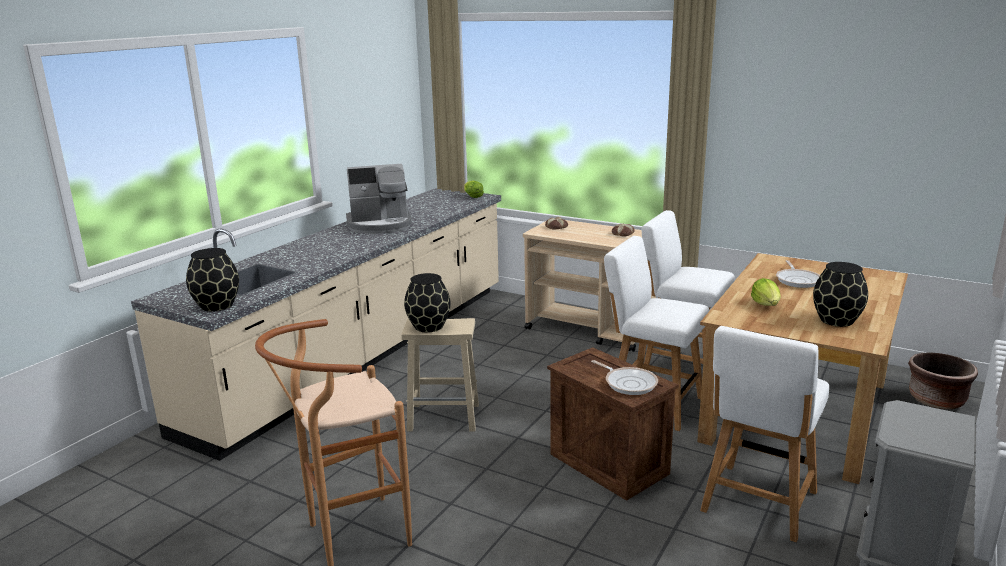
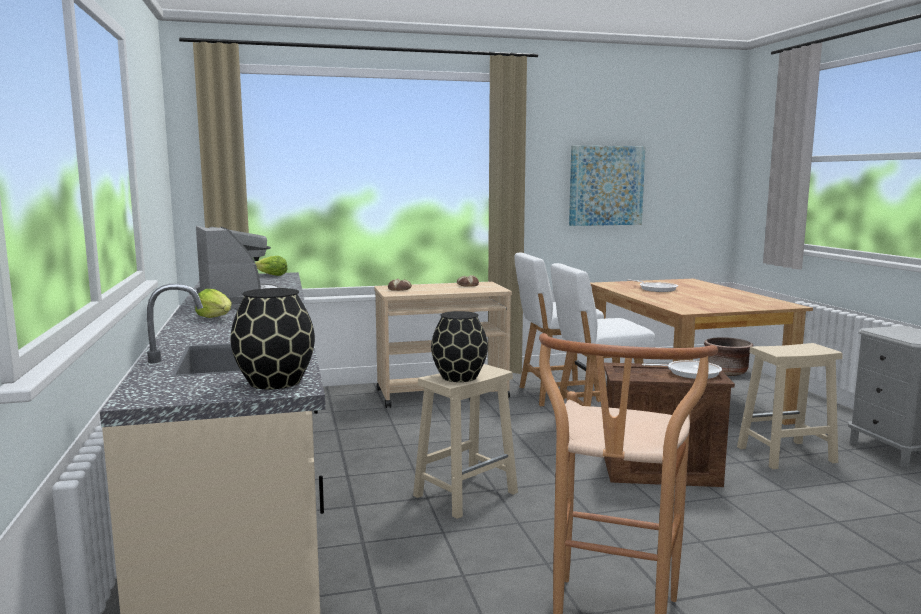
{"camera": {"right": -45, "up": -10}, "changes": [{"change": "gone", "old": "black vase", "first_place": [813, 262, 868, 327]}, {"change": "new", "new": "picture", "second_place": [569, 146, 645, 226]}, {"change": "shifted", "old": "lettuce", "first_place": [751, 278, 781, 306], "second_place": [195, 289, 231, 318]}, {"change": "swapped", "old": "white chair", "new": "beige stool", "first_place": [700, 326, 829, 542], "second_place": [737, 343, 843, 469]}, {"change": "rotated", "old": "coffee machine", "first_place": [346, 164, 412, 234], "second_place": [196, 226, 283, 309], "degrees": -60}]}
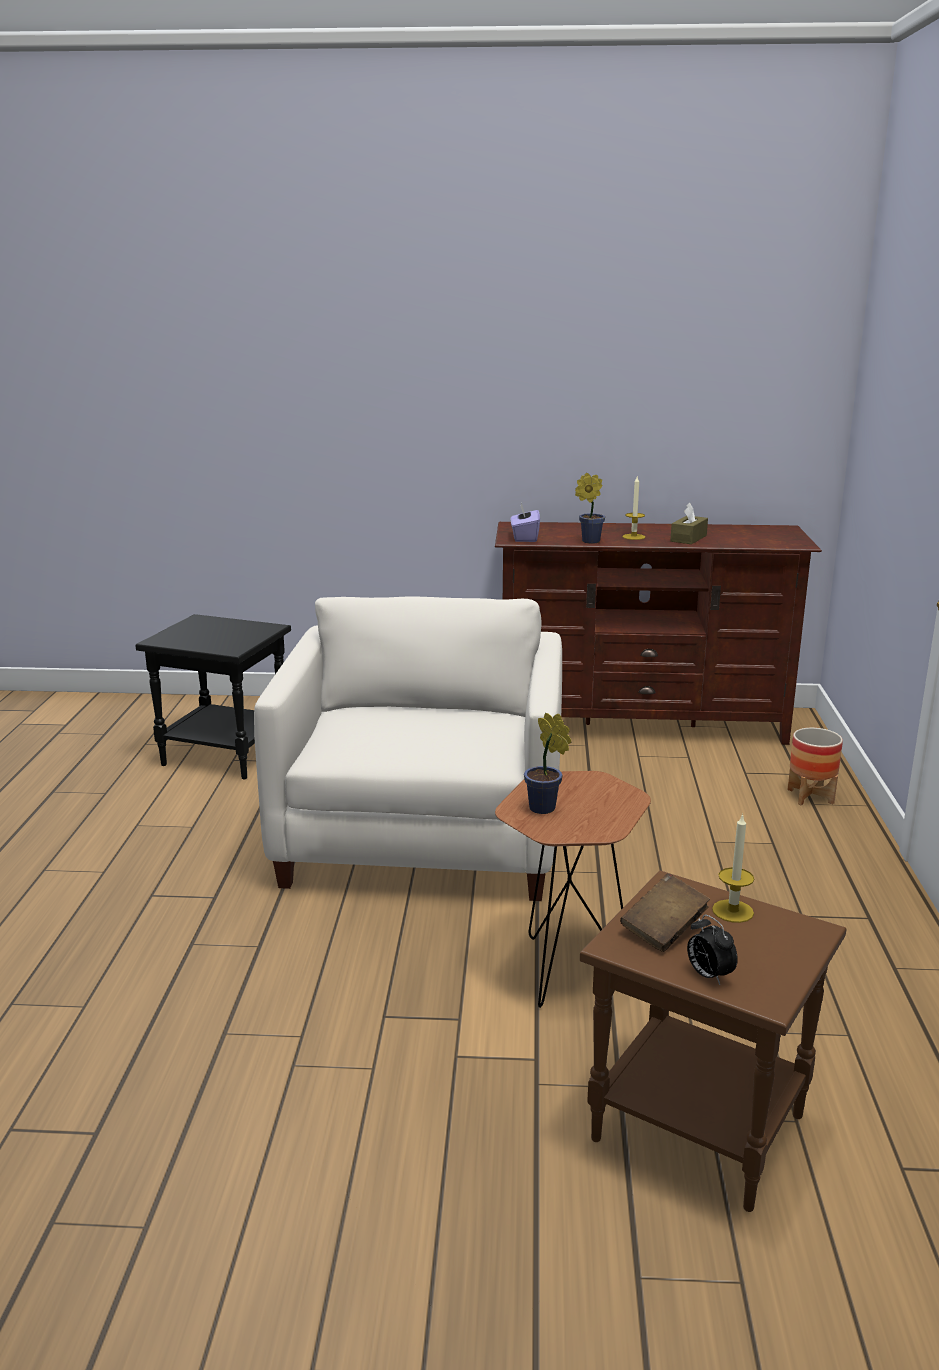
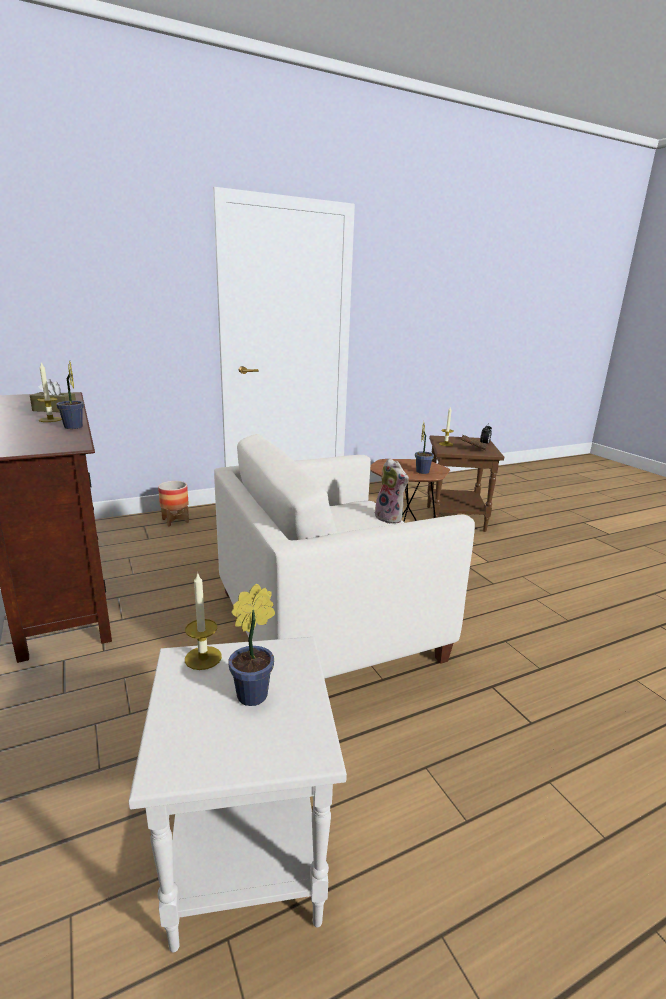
{"camera": {"right": -120, "up": 0}, "changes": [{"change": "gone", "old": "purple tissue box", "first_place": [511, 502, 540, 542]}, {"change": "new", "new": "candle", "second_place": [185, 572, 222, 670]}, {"change": "new", "new": "potted plant", "second_place": [228, 584, 275, 706]}, {"change": "new", "new": "plush toy", "second_place": [375, 458, 409, 524]}, {"change": "repainted", "old": "black side table", "new": "white side table", "first_place": [135, 614, 291, 779], "second_place": [128, 637, 347, 953]}]}
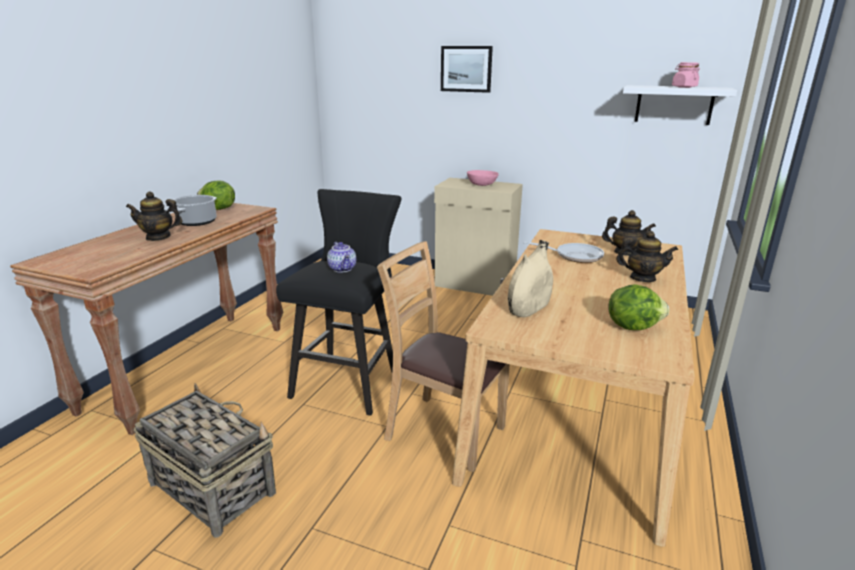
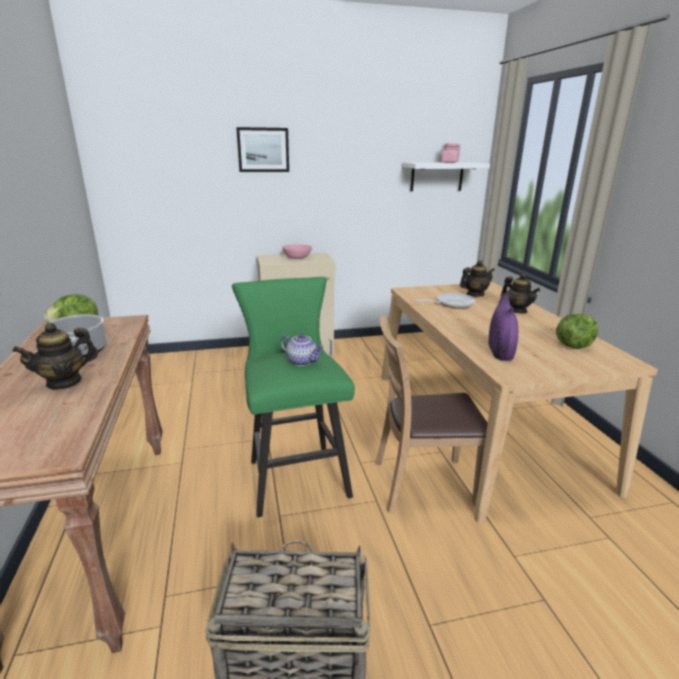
{"camera": {"right": -35, "up": 0}, "changes": [{"change": "repainted", "old": "black stool", "new": "green stool", "first_place": [276, 189, 401, 416], "second_place": [232, 277, 355, 517]}, {"change": "repainted", "old": "beige vase", "new": "purple vase", "first_place": [508, 240, 553, 317], "second_place": [488, 293, 518, 361]}, {"change": "rotated", "old": "teapot", "first_place": [616, 231, 678, 282], "second_place": [502, 273, 540, 313], "degrees": 75}]}
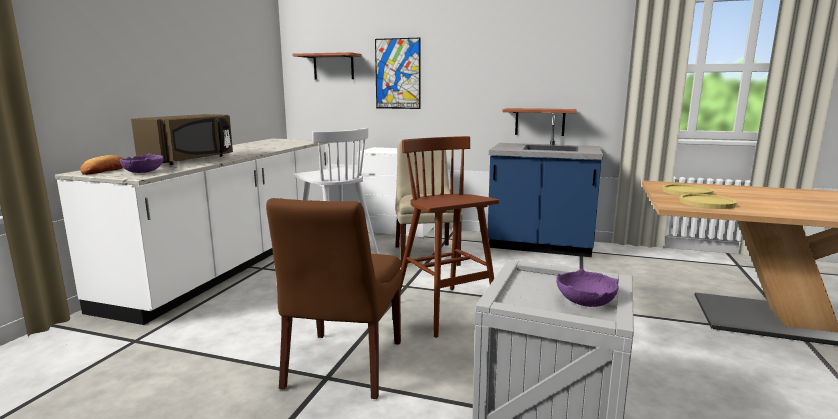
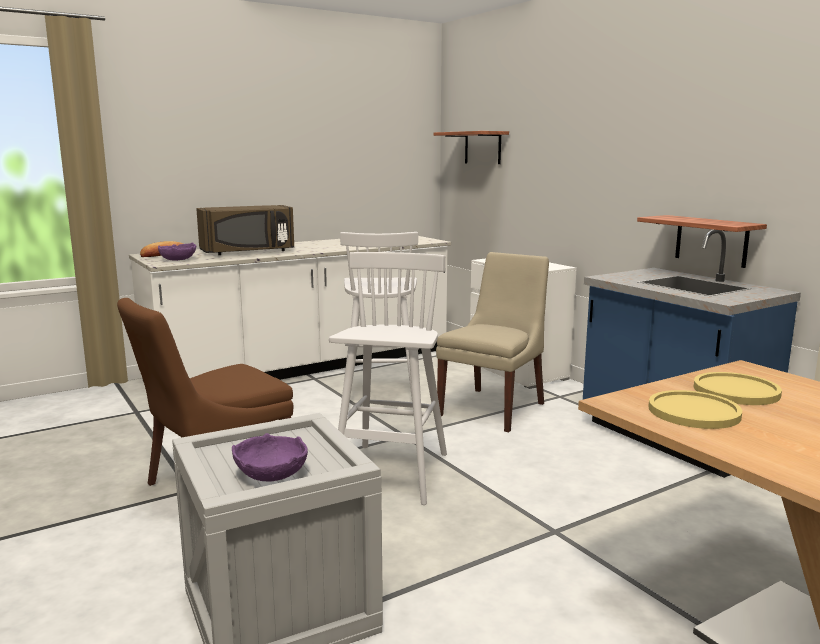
{"camera": {"right": 40, "up": 0}, "changes": [{"change": "gone", "old": "picture", "first_place": [375, 38, 421, 109]}, {"change": "repainted", "old": "brown stool", "new": "white stool", "first_place": [400, 136, 499, 338], "second_place": [329, 252, 447, 505]}]}
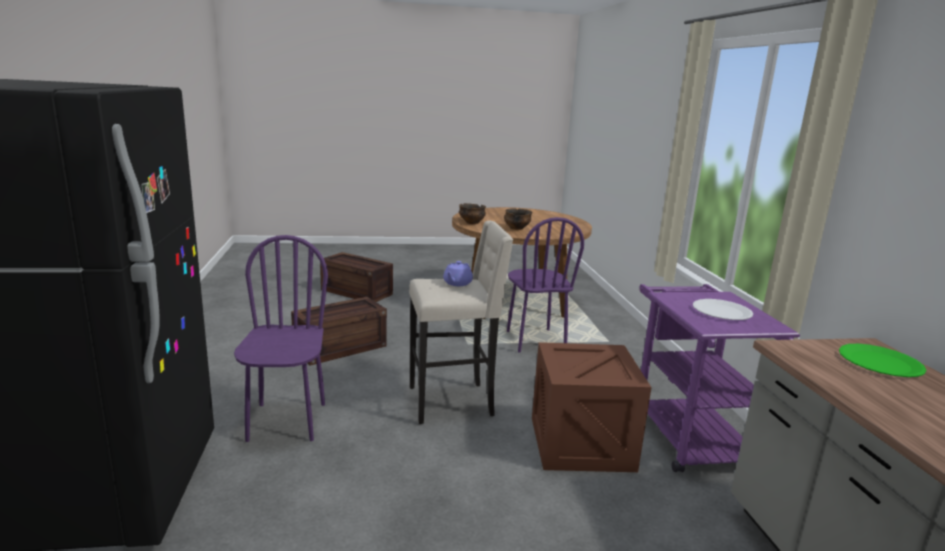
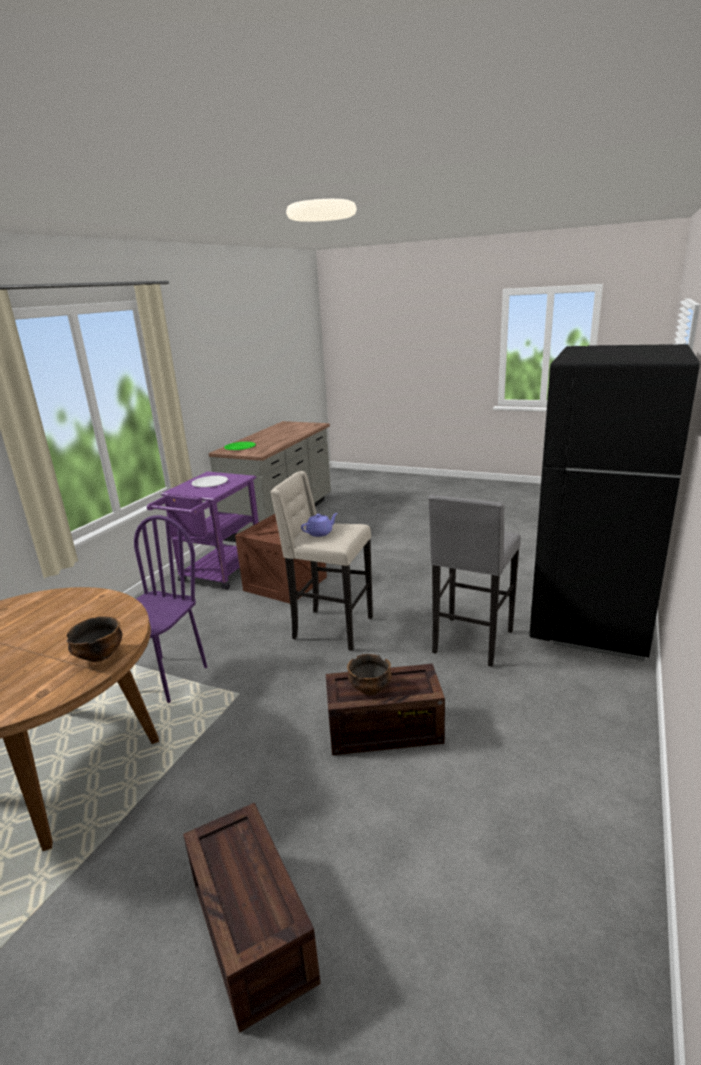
{"camera": {"right": -145, "up": 5}, "changes": [{"change": "shifted", "old": "bowl", "first_place": [504, 208, 532, 230], "second_place": [347, 654, 392, 695]}, {"change": "swapped", "old": "purple chair", "new": "grey stool", "first_place": [234, 235, 328, 442], "second_place": [428, 495, 521, 667]}]}
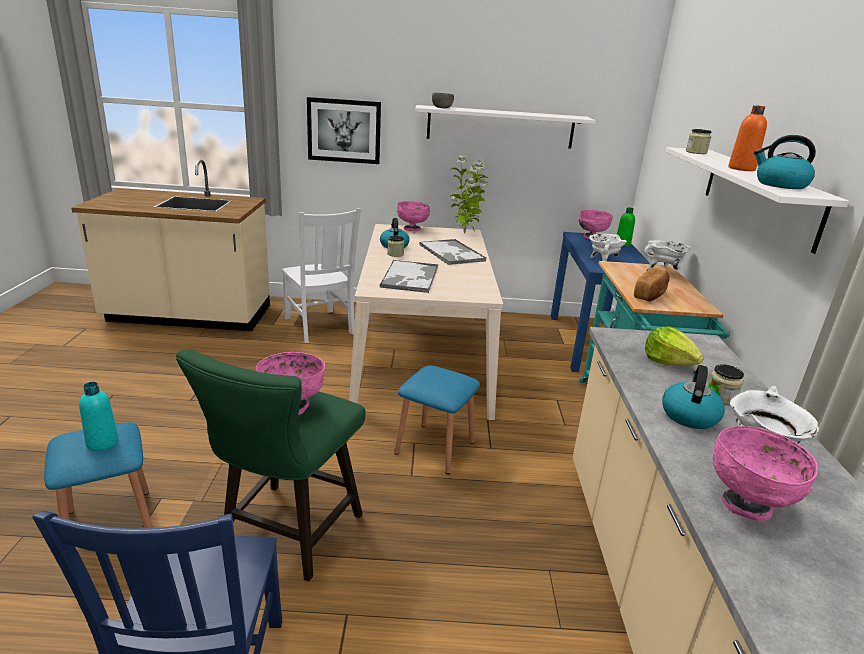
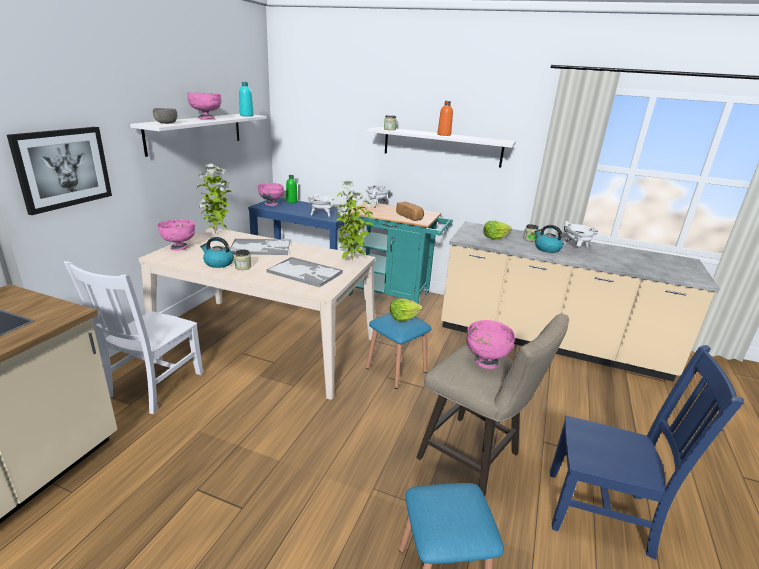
{"camera": {"right": -70, "up": 0}, "changes": [{"change": "gone", "old": "kettle", "first_place": [754, 135, 816, 189]}, {"change": "new", "new": "potted plant", "second_place": [335, 180, 374, 261]}, {"change": "new", "new": "lettuce", "second_place": [390, 299, 423, 322]}, {"change": "shifted", "old": "turquoise bottle", "first_place": [79, 382, 119, 451], "second_place": [239, 82, 254, 117]}, {"change": "shifted", "old": "pink bowl", "first_place": [713, 426, 818, 521], "second_place": [187, 92, 221, 119]}, {"change": "repainted", "old": "green stool", "new": "beige stool", "first_place": [176, 349, 365, 581], "second_place": [416, 314, 569, 496]}, {"change": "rotated", "old": "white chair", "first_place": [282, 208, 361, 343], "second_place": [64, 261, 203, 414], "degrees": 120}]}
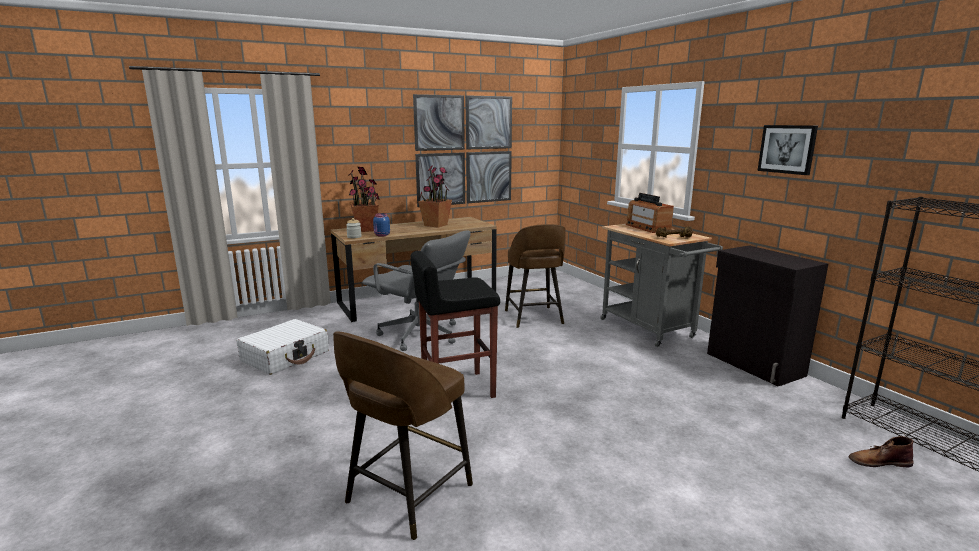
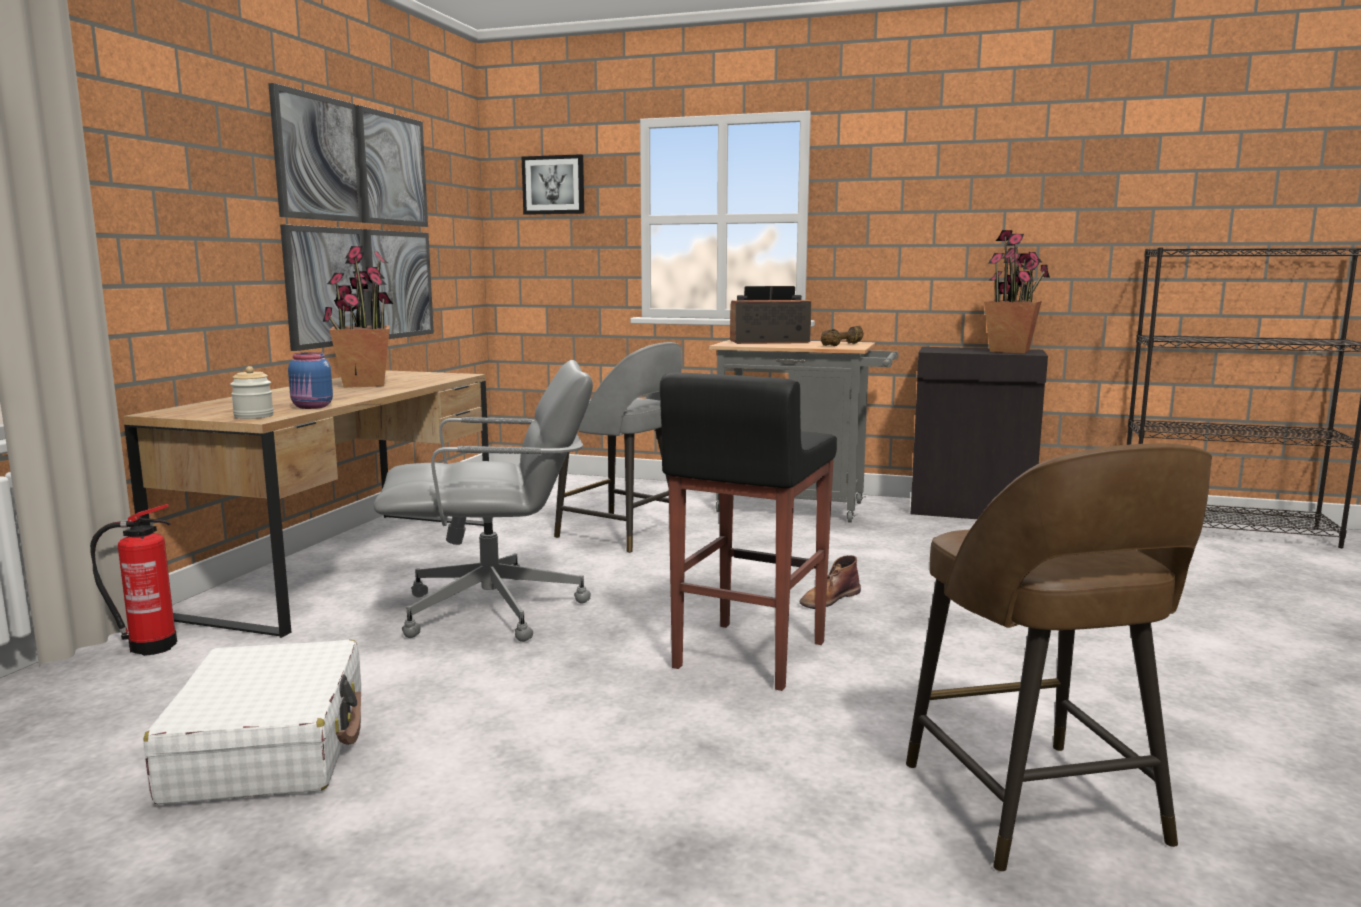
{"camera": {"right": -45, "up": -5}, "changes": [{"change": "new", "new": "fire extinguisher", "second_place": [90, 504, 177, 656]}, {"change": "shifted", "old": "potted plant", "first_place": [349, 167, 380, 232], "second_place": [984, 230, 1050, 353]}, {"change": "shifted", "old": "picture", "first_place": [757, 125, 818, 175], "second_place": [522, 154, 584, 215]}, {"change": "shifted", "old": "brown boot", "first_place": [849, 436, 914, 467], "second_place": [800, 555, 861, 609]}, {"change": "repainted", "old": "brown stool", "new": "grey stool", "first_place": [505, 224, 566, 328], "second_place": [554, 342, 682, 553]}, {"change": "rotated", "old": "radio", "first_place": [626, 193, 674, 233], "second_place": [730, 286, 812, 344], "degrees": 150}]}
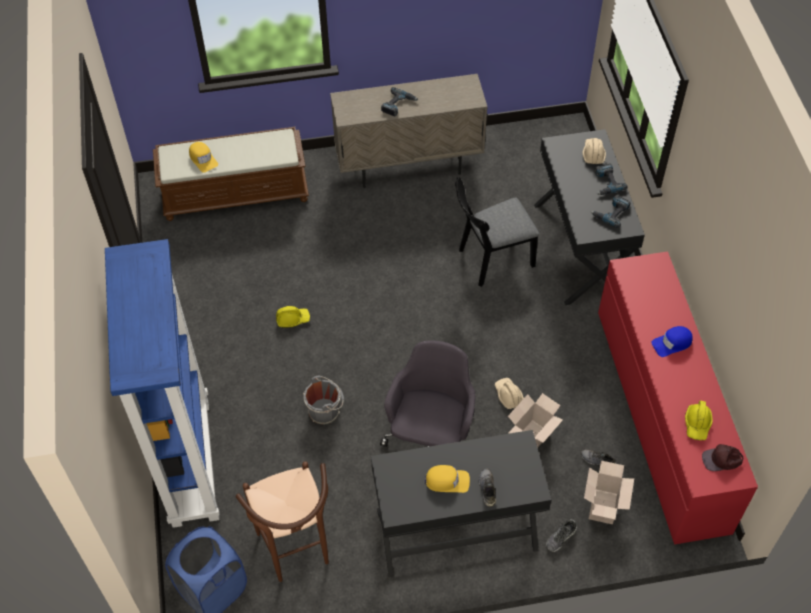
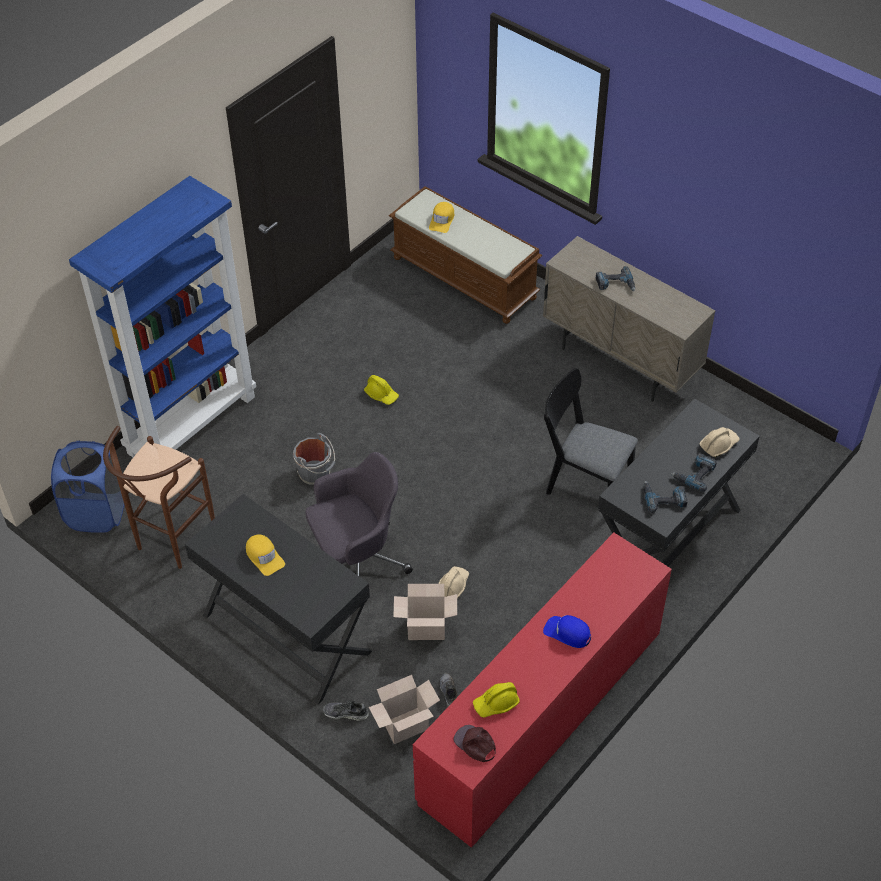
{"camera": {"right": 50, "up": -5}, "changes": [{"change": "gone", "old": "grey shoe", "first_place": [479, 468, 496, 507]}]}
